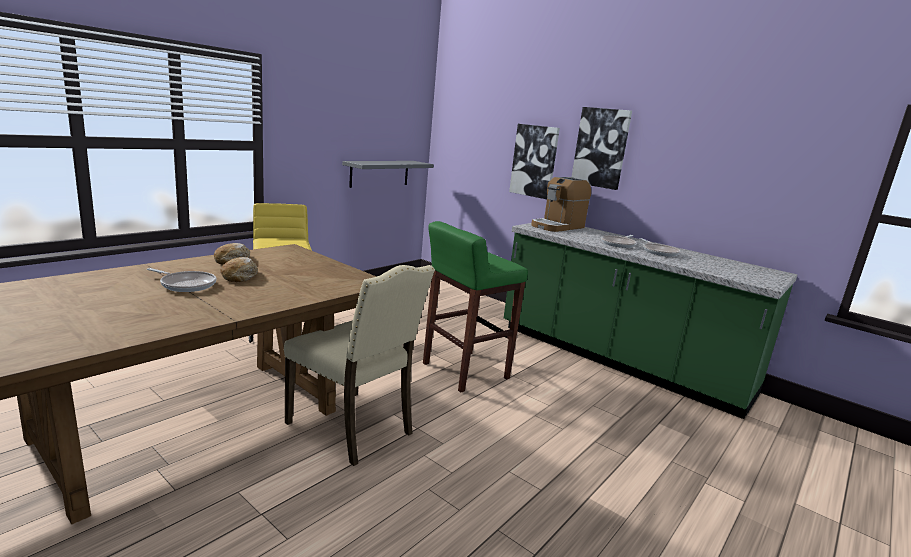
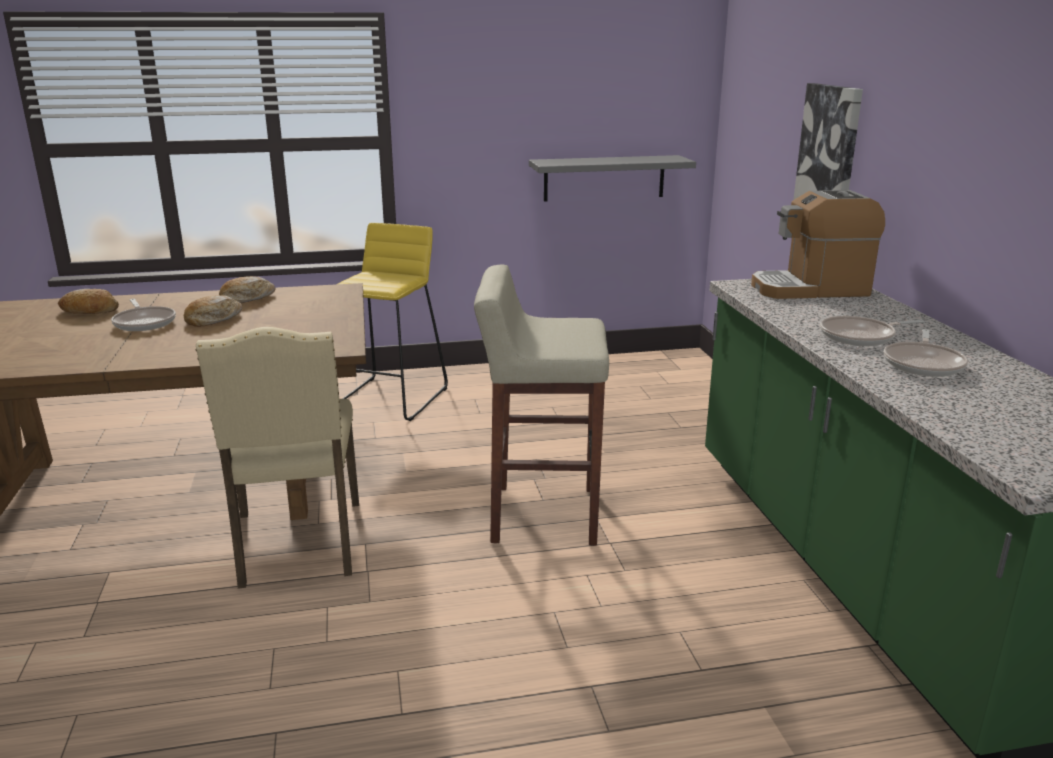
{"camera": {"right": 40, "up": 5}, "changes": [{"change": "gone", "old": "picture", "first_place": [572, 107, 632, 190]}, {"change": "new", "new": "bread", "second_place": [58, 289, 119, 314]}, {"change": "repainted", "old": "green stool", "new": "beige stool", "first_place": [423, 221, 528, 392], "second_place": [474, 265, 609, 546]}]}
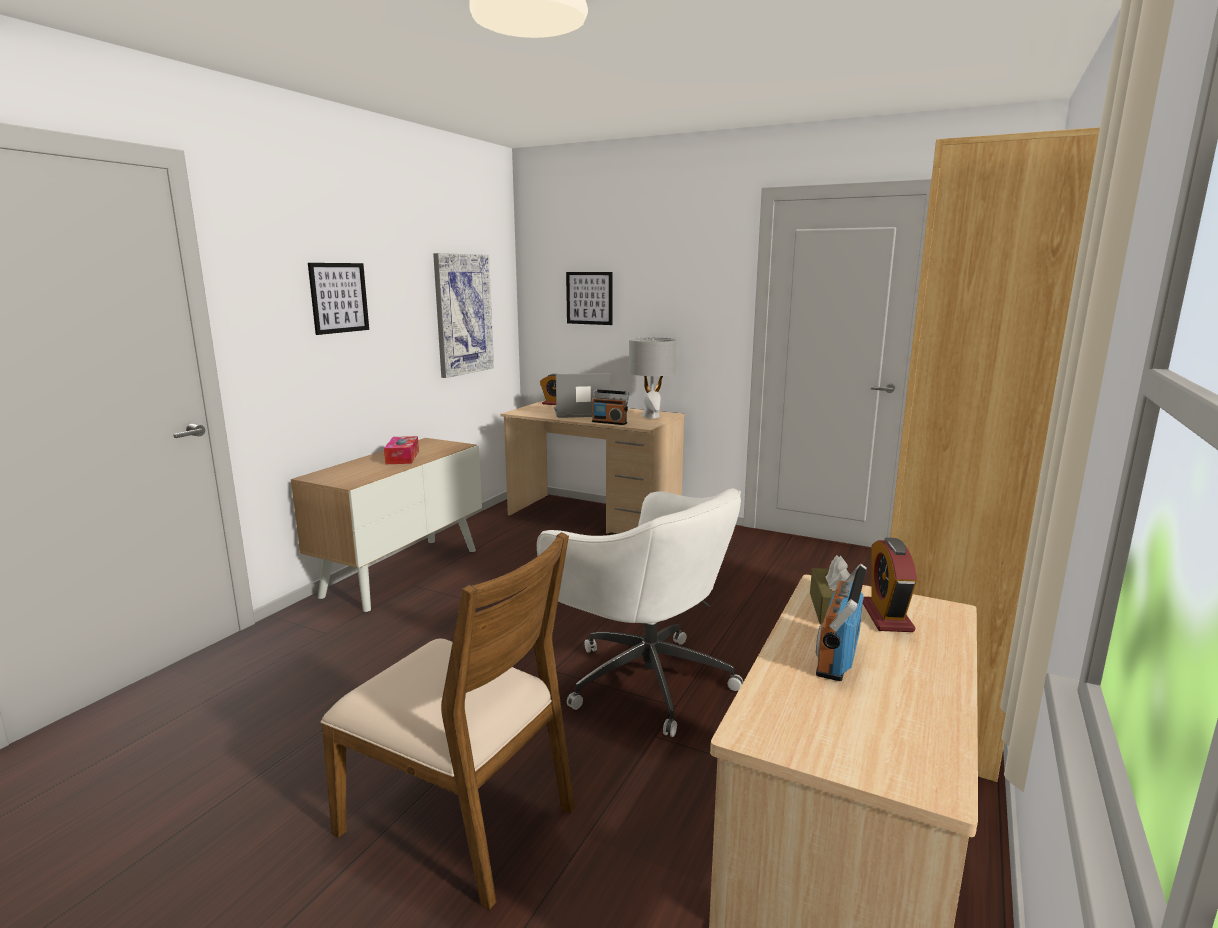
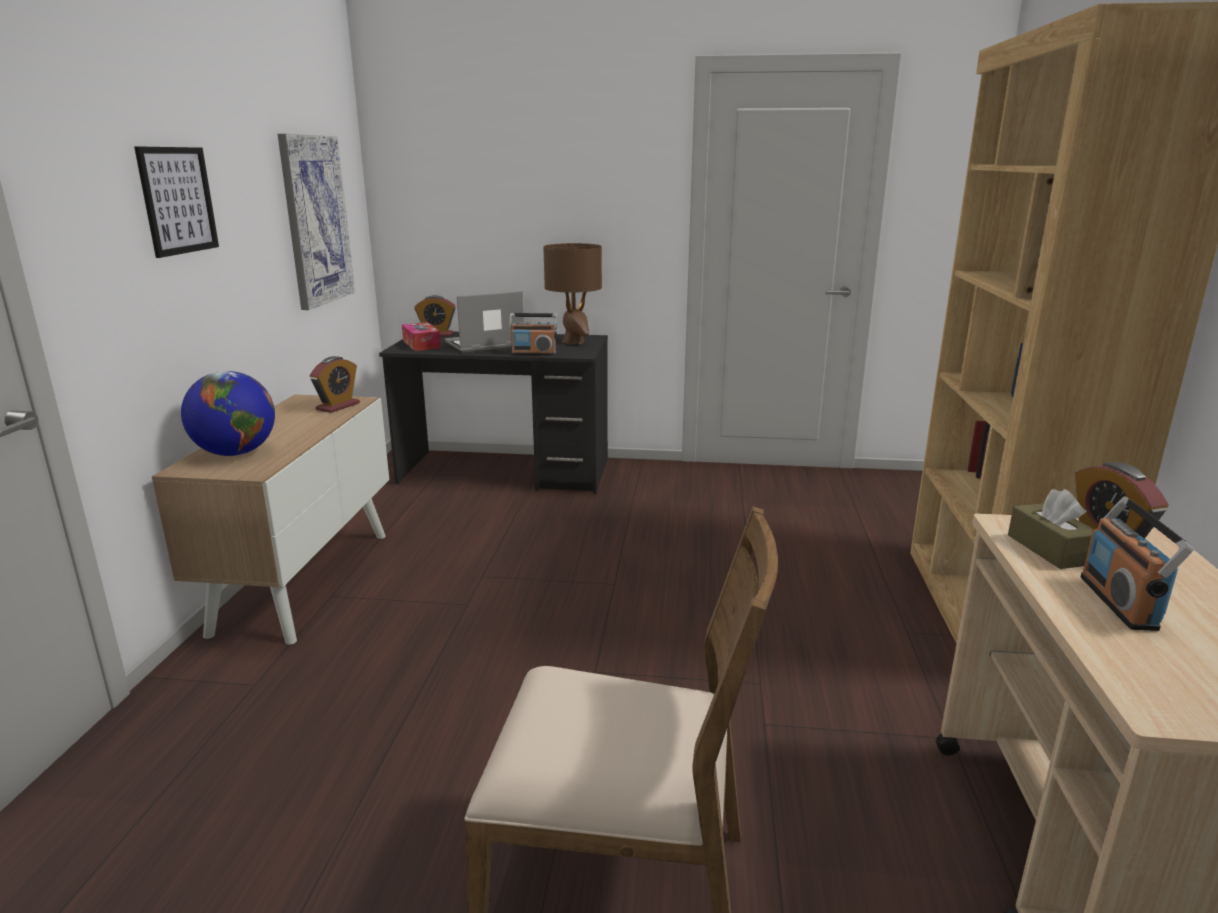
{"camera": {"right": -20, "up": 5}, "changes": [{"change": "gone", "old": "white office chair", "first_place": [537, 488, 743, 737]}, {"change": "gone", "old": "picture", "first_place": [566, 272, 612, 325]}, {"change": "new", "new": "globe", "second_place": [181, 371, 275, 456]}, {"change": "new", "new": "alarm clock", "second_place": [310, 356, 360, 413]}, {"change": "shifted", "old": "tissue box", "first_place": [384, 436, 419, 464], "second_place": [402, 322, 441, 351]}, {"change": "repainted", "old": "beige desk", "new": "black desk", "first_place": [500, 400, 685, 534], "second_place": [379, 332, 608, 493]}, {"change": "repainted", "old": "grey table lamp", "new": "brown table lamp", "first_place": [629, 337, 676, 418], "second_place": [543, 243, 602, 344]}]}
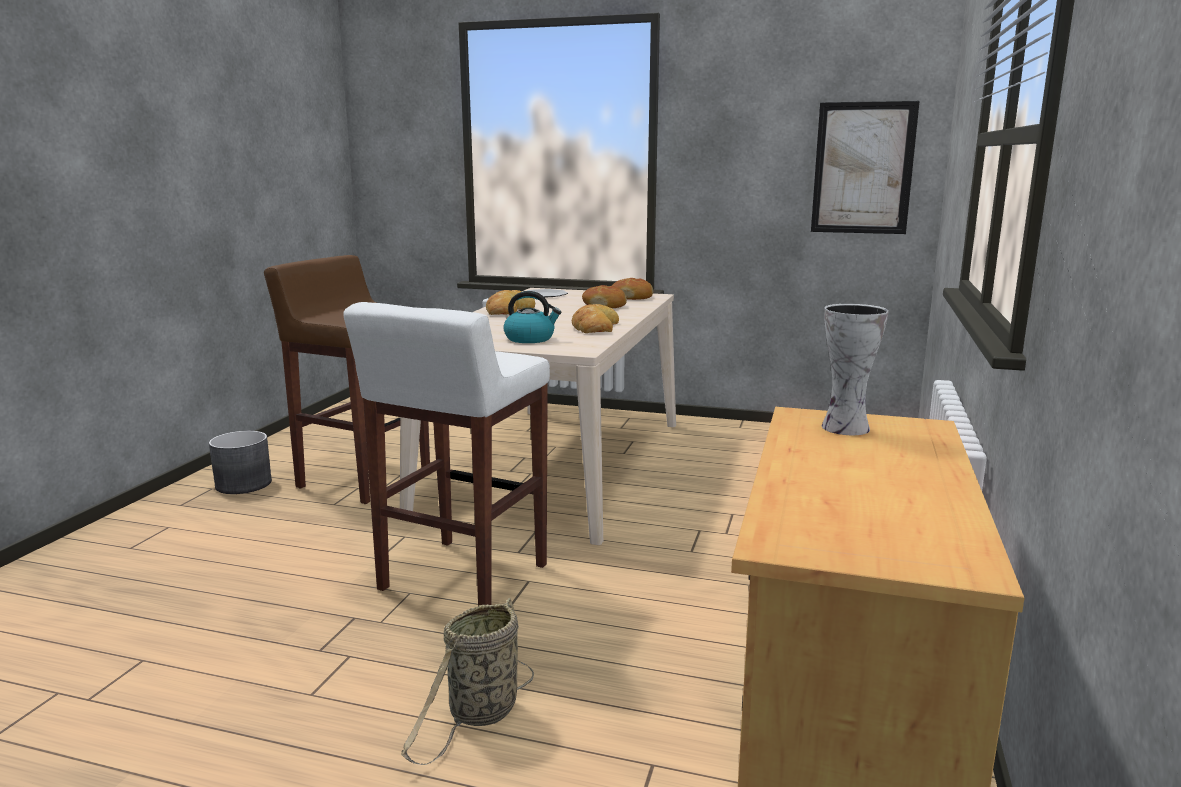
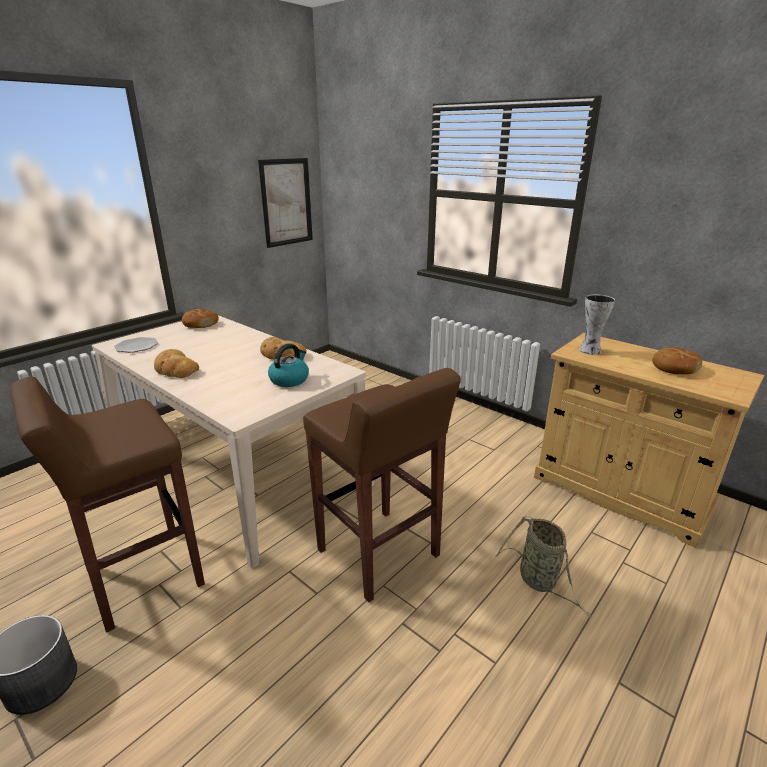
{"camera": {"right": -65, "up": 10}, "changes": [{"change": "shifted", "old": "bread", "first_place": [582, 285, 627, 308], "second_place": [652, 347, 702, 374]}, {"change": "repainted", "old": "white stool", "new": "brown stool", "first_place": [343, 302, 550, 610], "second_place": [303, 368, 461, 602]}]}
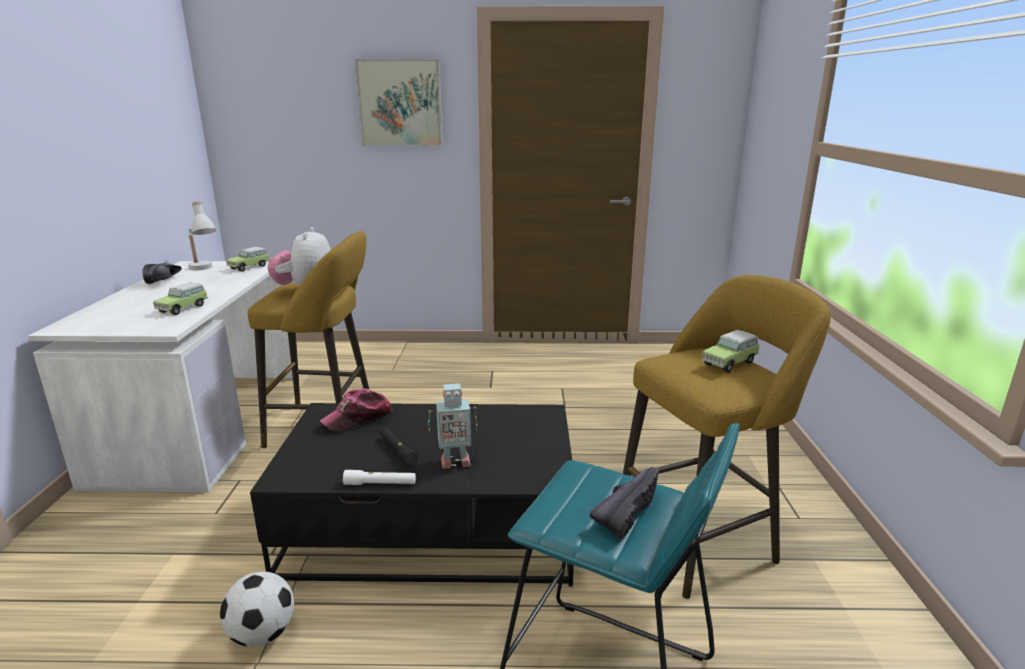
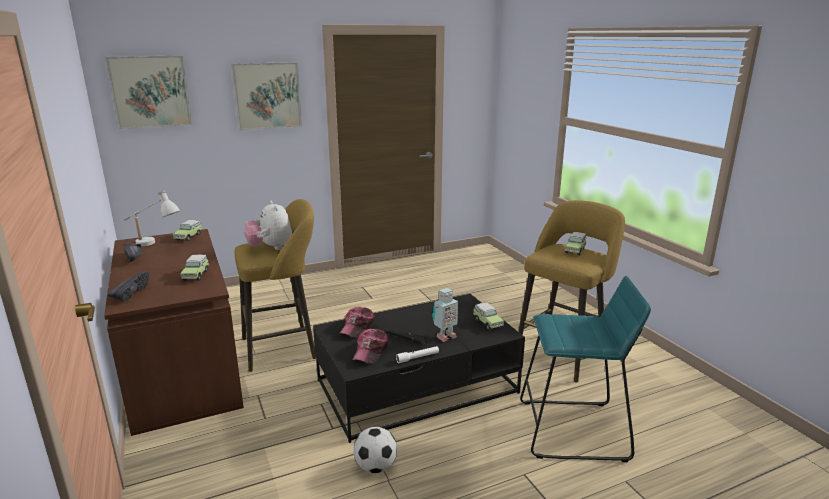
{"camera": {"right": -25, "up": 0}, "changes": [{"change": "new", "new": "picture", "second_place": [105, 56, 192, 129]}, {"change": "new", "new": "cap", "second_place": [352, 329, 389, 364]}, {"change": "new", "new": "toy car", "second_place": [473, 302, 504, 330]}, {"change": "shifted", "old": "black shoe", "first_place": [590, 467, 659, 539], "second_place": [108, 271, 149, 302]}, {"change": "repainted", "old": "white desk", "new": "brown desk", "first_place": [28, 261, 293, 492], "second_place": [104, 229, 244, 436]}]}
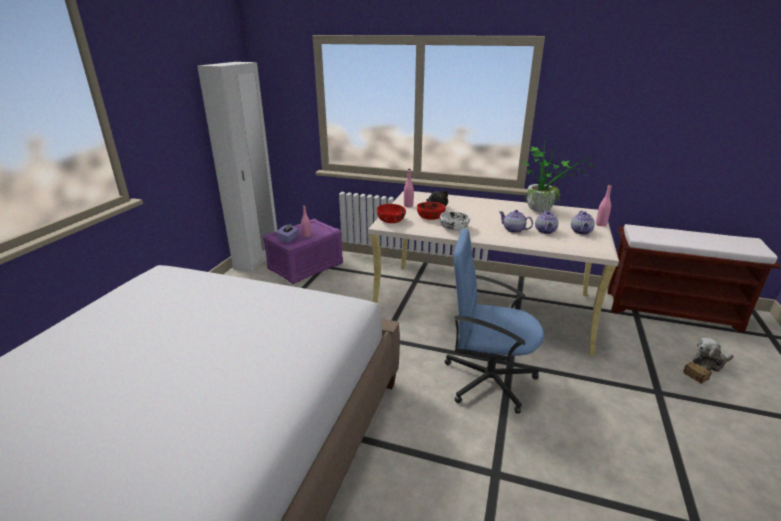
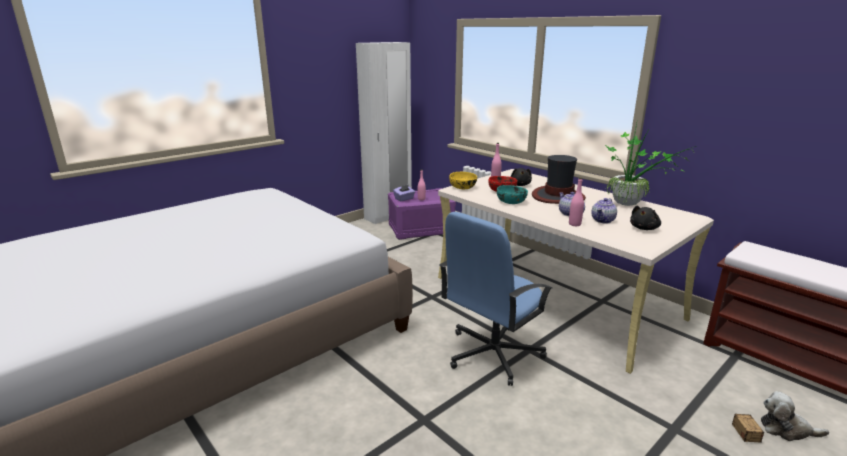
{"camera": {"right": 30, "up": -5}, "changes": [{"change": "new", "new": "hat", "second_place": [532, 155, 586, 204]}, {"change": "shifted", "old": "pink bottle", "first_place": [596, 184, 612, 226], "second_place": [569, 178, 584, 226]}, {"change": "swapped", "old": "teapot", "new": "black plush toy", "first_place": [571, 210, 595, 235], "second_place": [630, 206, 661, 230]}, {"change": "repainted", "old": "red bowl", "new": "yellow bowl", "first_place": [377, 204, 406, 223], "second_place": [449, 172, 477, 189]}, {"change": "repainted", "old": "white bowl", "new": "turquoise bowl", "first_place": [440, 211, 471, 231], "second_place": [497, 185, 528, 204]}, {"change": "rotated", "old": "blue office chair", "first_place": [445, 229, 544, 414], "second_place": [439, 212, 553, 386], "degrees": -90}]}
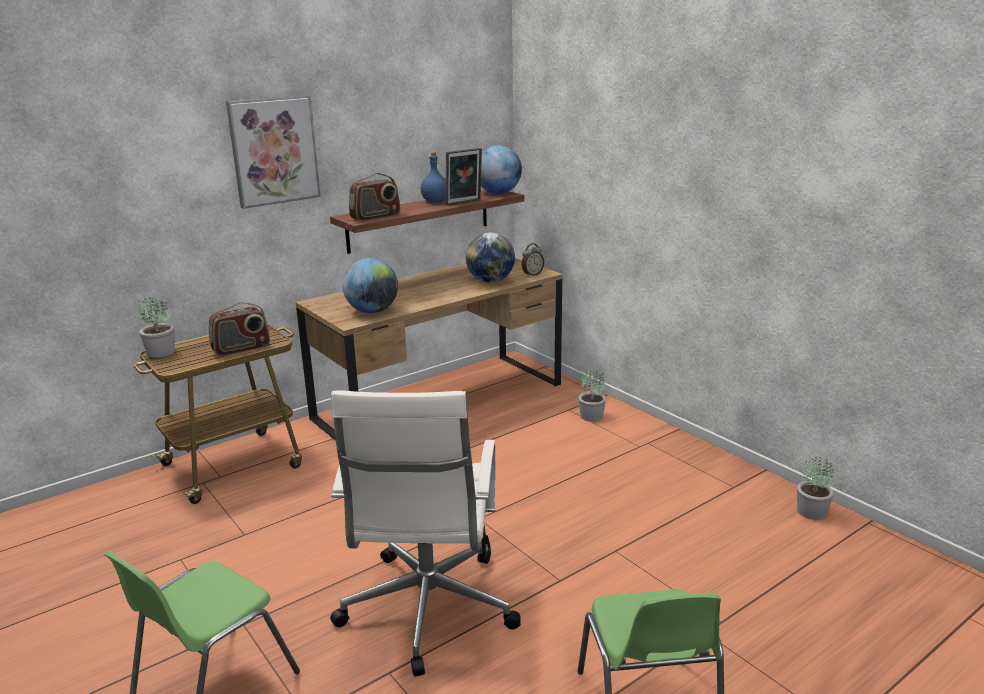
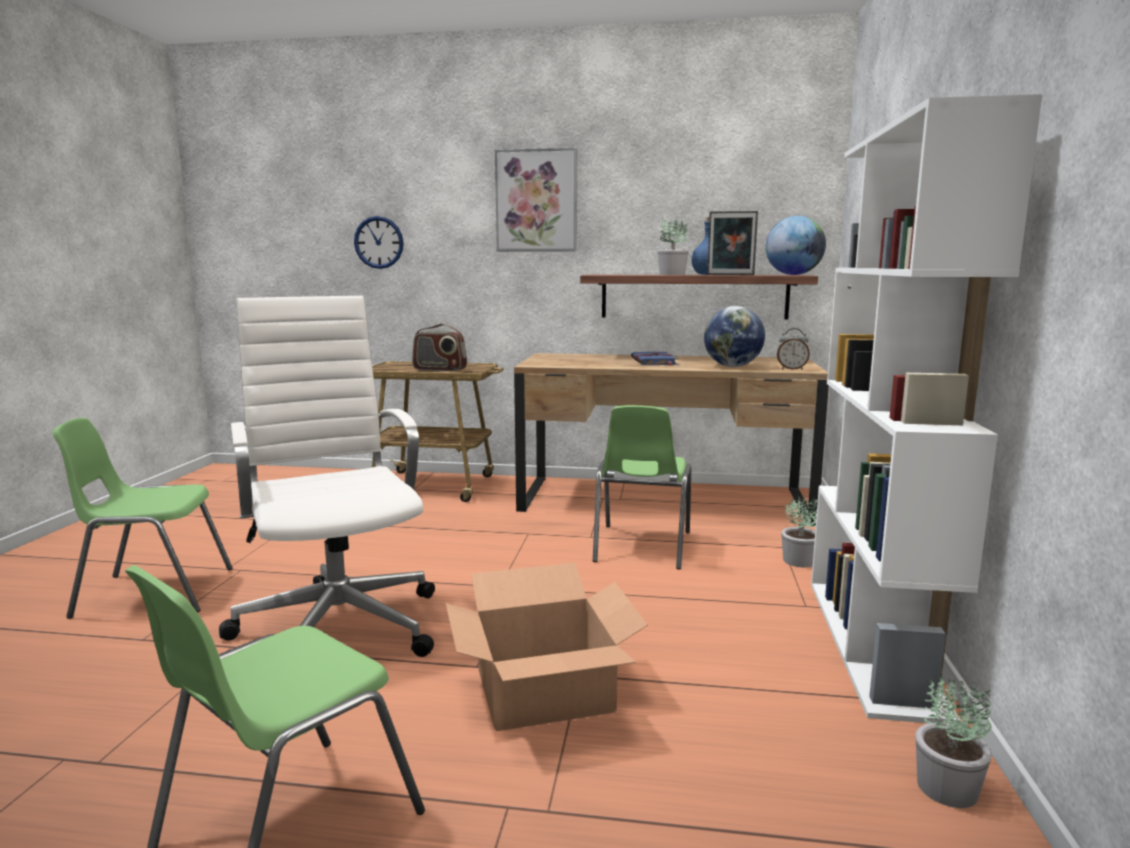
{"camera": {"right": 45, "up": -10}, "changes": [{"change": "gone", "old": "globe", "first_place": [342, 258, 398, 313]}, {"change": "gone", "old": "radio", "first_place": [349, 173, 400, 221]}, {"change": "new", "new": "wall clock", "second_place": [354, 216, 404, 269]}, {"change": "new", "new": "cardboard box", "second_place": [446, 563, 648, 731]}, {"change": "new", "new": "green chair", "second_place": [593, 405, 691, 569]}, {"change": "new", "new": "blue book", "second_place": [631, 351, 679, 366]}, {"change": "new", "new": "white bookcase", "second_place": [811, 94, 1043, 724]}, {"change": "shifted", "old": "potted plant", "first_place": [138, 297, 175, 358], "second_place": [658, 218, 689, 275]}, {"change": "rotated", "old": "white office chair", "first_place": [330, 390, 521, 676], "second_place": [219, 296, 435, 657], "degrees": 105}]}
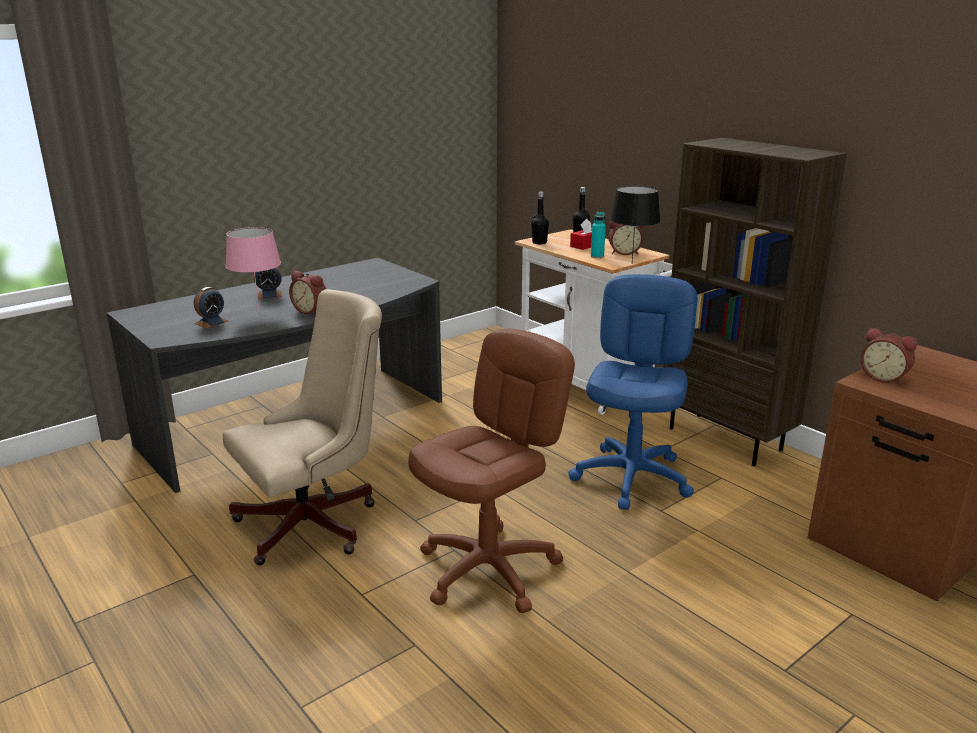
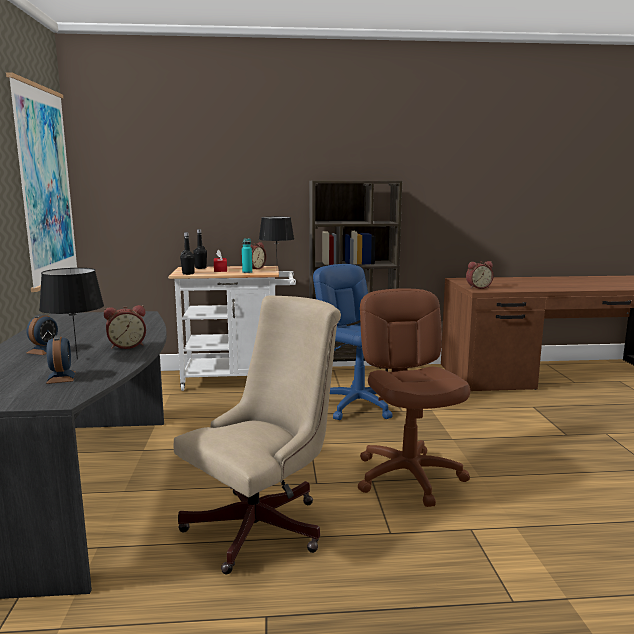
{"camera": {"right": -55, "up": -10}, "changes": [{"change": "new", "new": "picture", "second_place": [6, 72, 77, 292]}, {"change": "repainted", "old": "pink table lamp", "new": "black table lamp", "first_place": [225, 227, 281, 311], "second_place": [39, 268, 104, 360]}, {"change": "rotated", "old": "beige office chair", "first_place": [222, 289, 382, 566], "second_place": [174, 295, 341, 574], "degrees": 45}]}
